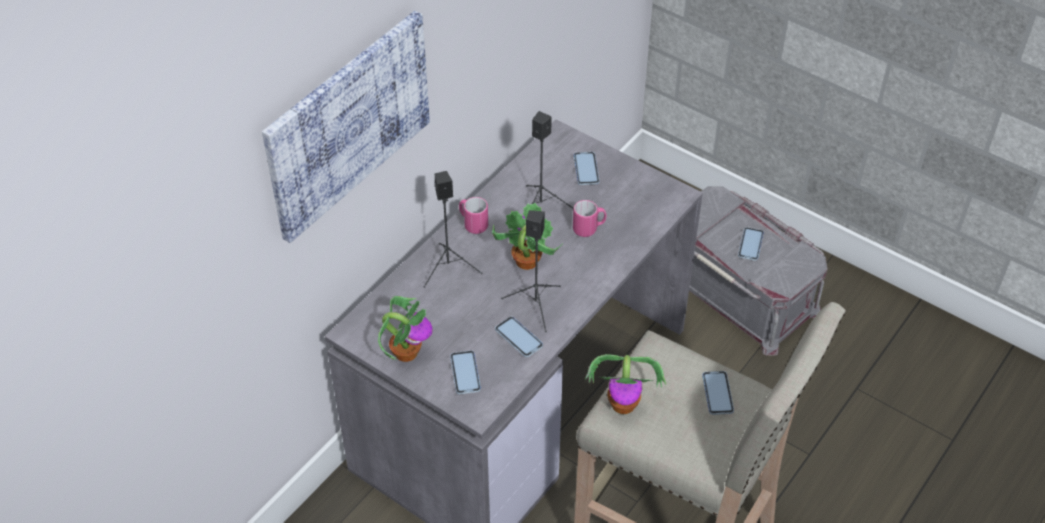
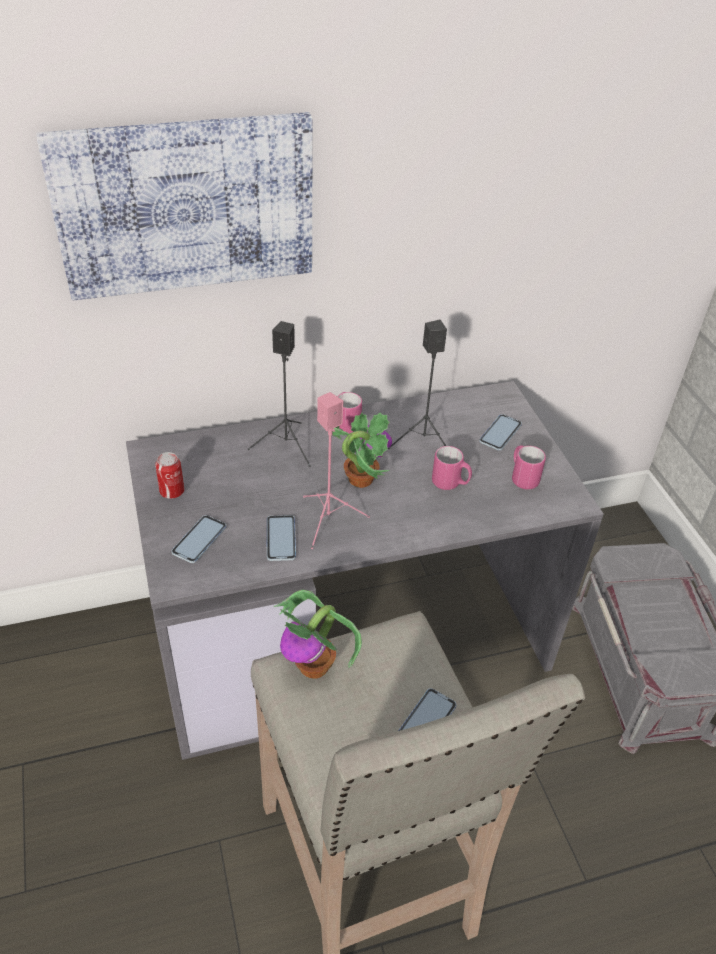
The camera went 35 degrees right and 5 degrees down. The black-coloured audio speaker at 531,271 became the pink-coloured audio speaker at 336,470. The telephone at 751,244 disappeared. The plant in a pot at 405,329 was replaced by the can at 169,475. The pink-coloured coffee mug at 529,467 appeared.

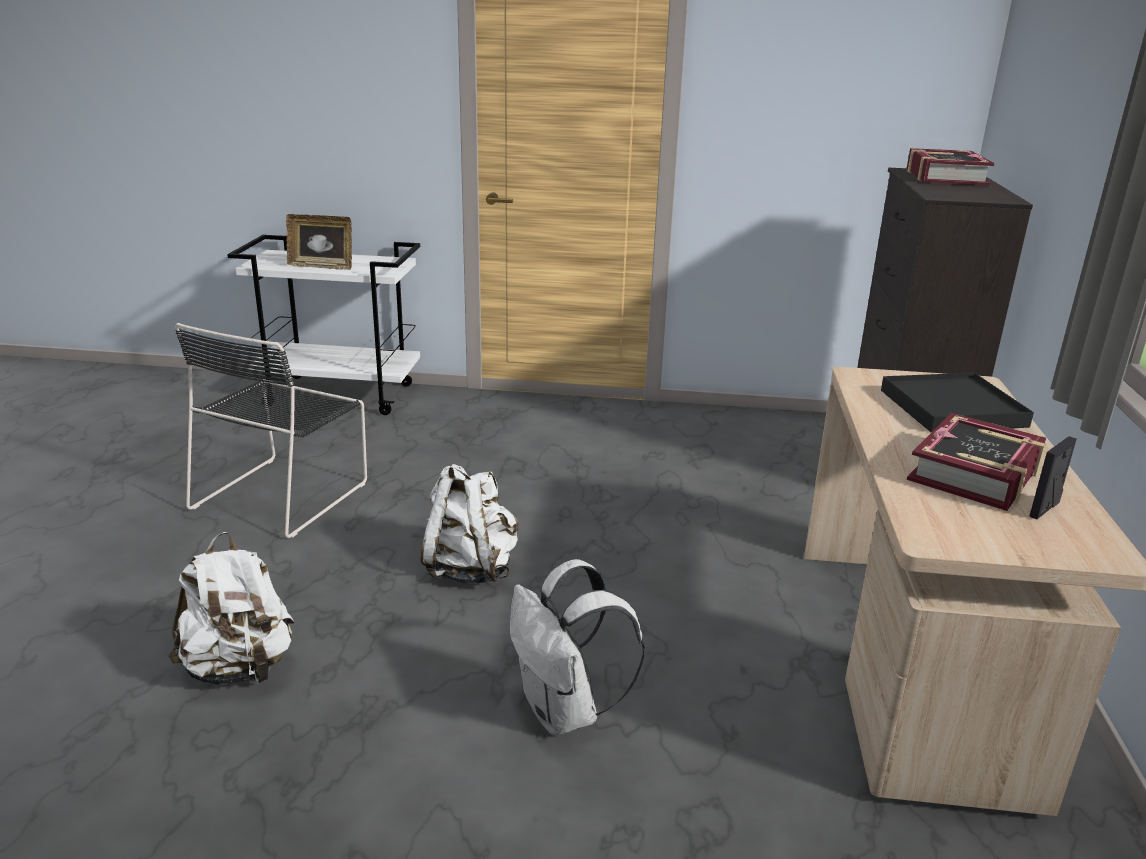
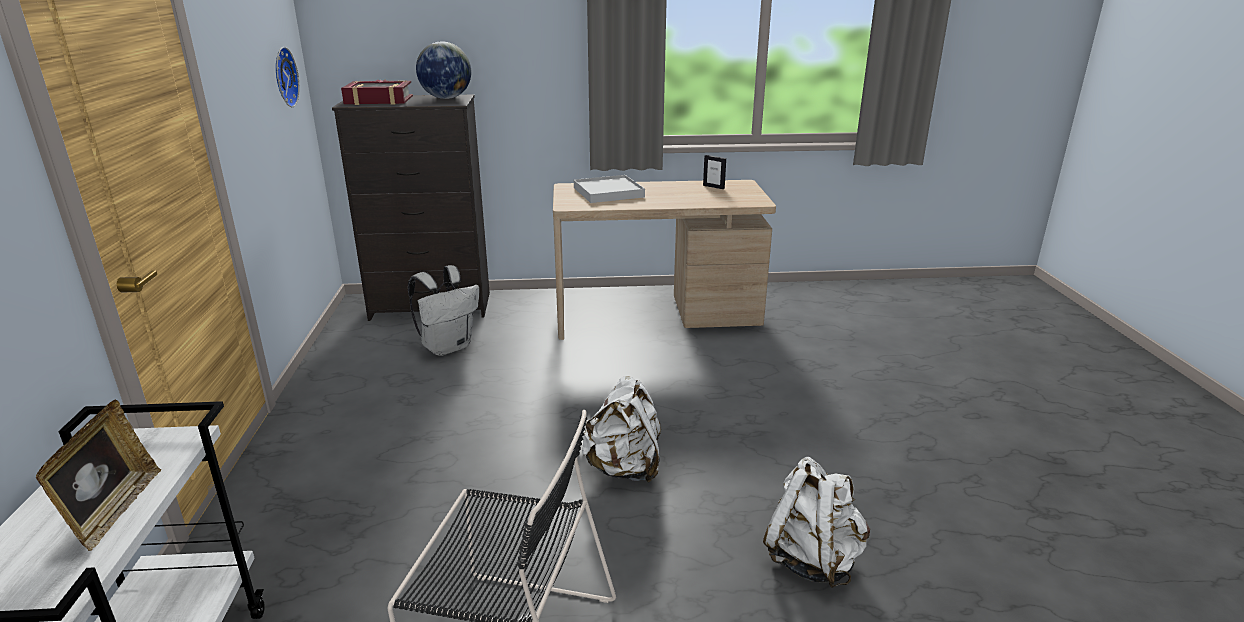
The camera went 100 degrees left and 0 degrees up. The black-coloured serving tray at 957,402 became the white-coloured serving tray at 609,189. The volume at 976,462 disappeared. The white-coloured backpack moved from 577,647 to 443,310. The globe at 443,70 appeared. The wall clock at 288,77 appeared.

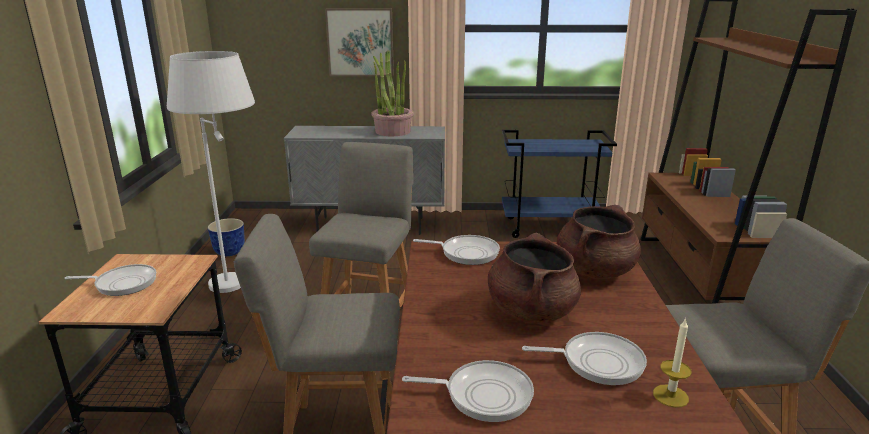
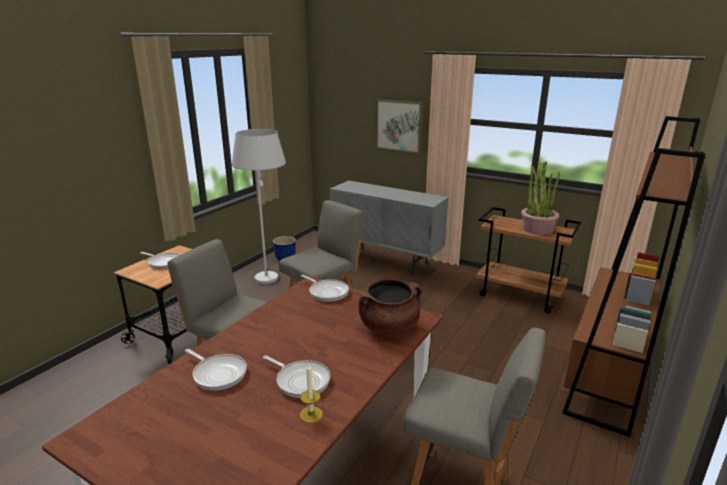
The camera went 30 degrees right and 0 degrees up. The plant in a pot moved from 393,93 to 540,198. The bluish cart at 559,184 became the brownish cart at 529,260. The brownish saucepot at 534,278 disappeared.

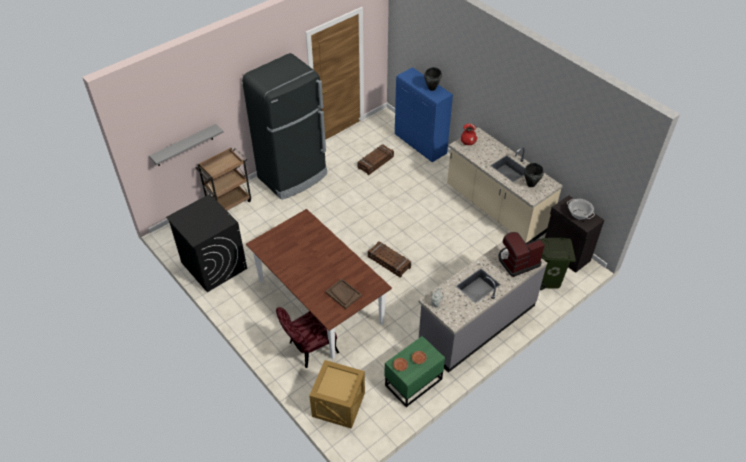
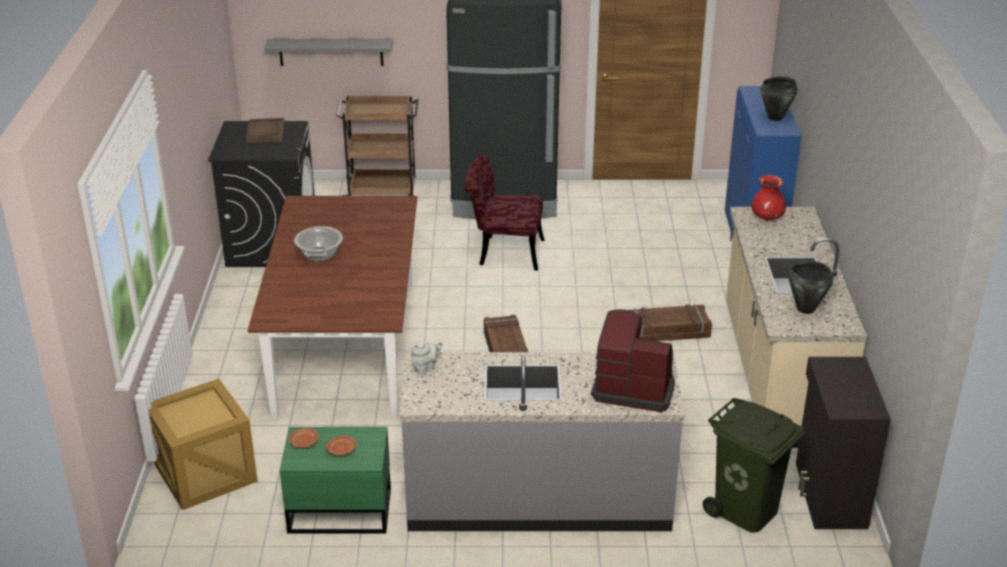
The camera went 40 degrees right and 15 degrees down. The crate moved from 376,159 to 671,322. The saucepot moved from 581,209 to 318,244. The brownish serving tray moved from 343,294 to 265,130. The red chair moved from 307,337 to 504,212.

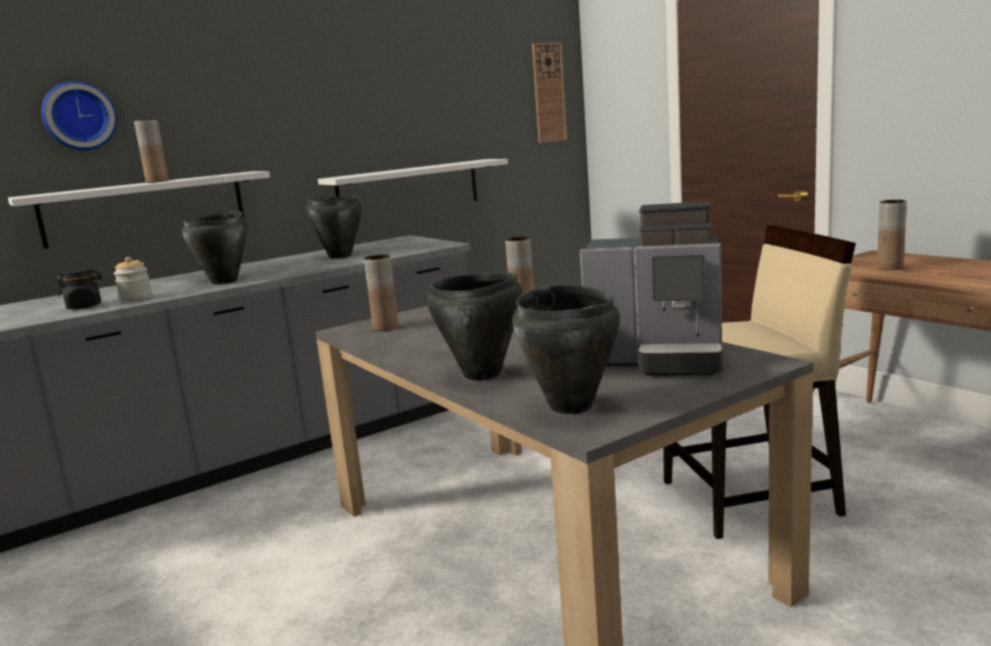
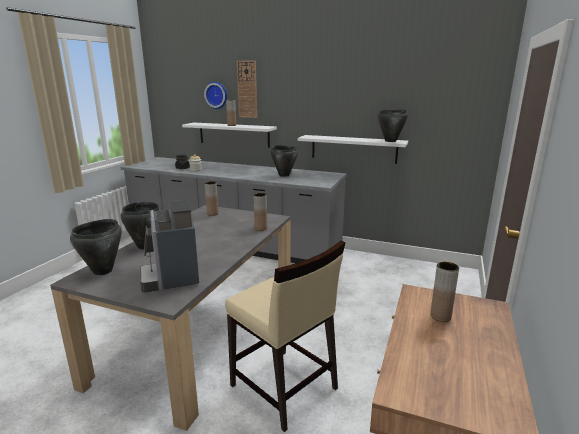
The camera went 55 degrees right and 5 degrees up. The wall clock moved from 549,93 to 247,89. The black-coloured saucepot moved from 214,248 to 393,125.

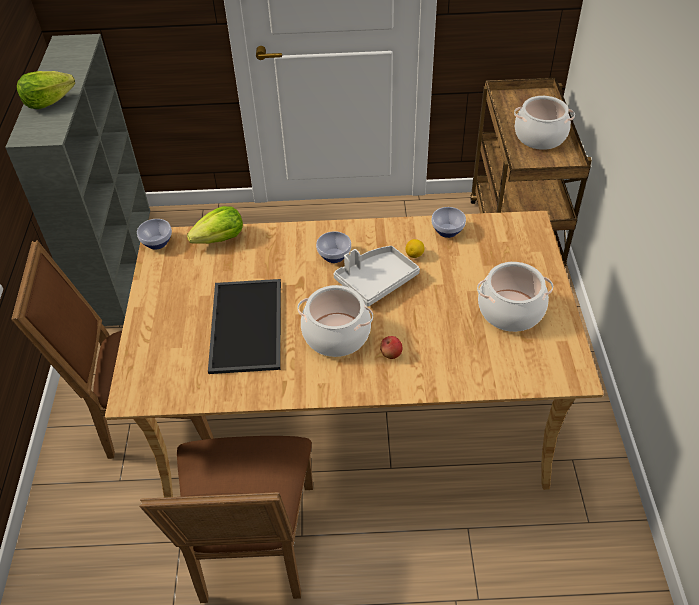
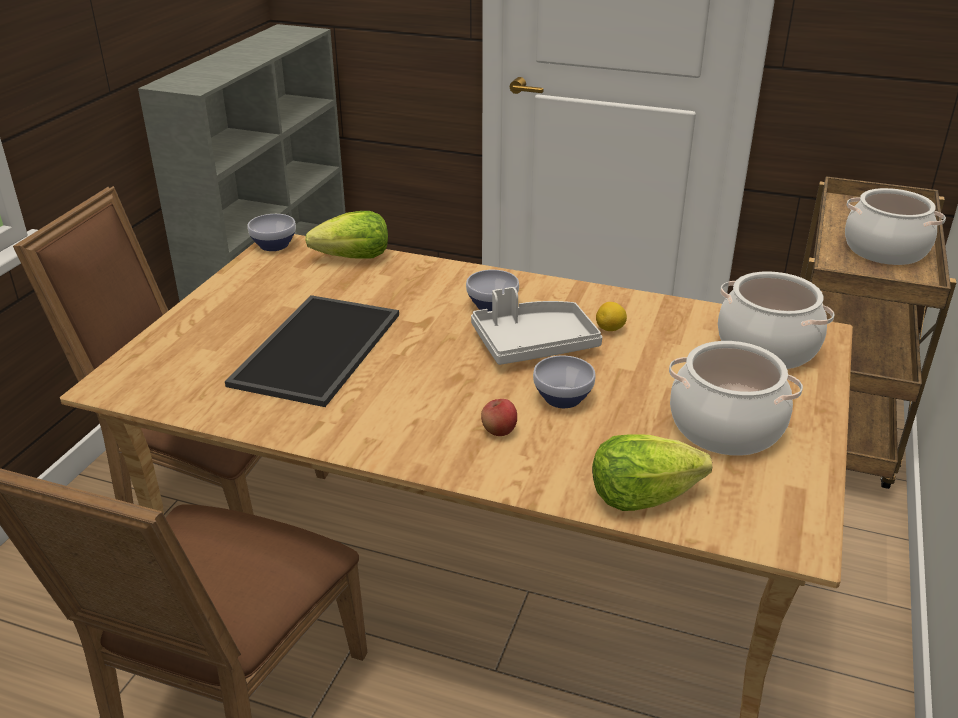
The camera went 20 degrees right and 15 degrees down. The head of lettuce moved from 46,90 to 652,472. The serving bowl moved from 448,222 to 564,381. The saucepot moved from 335,321 to 776,320.

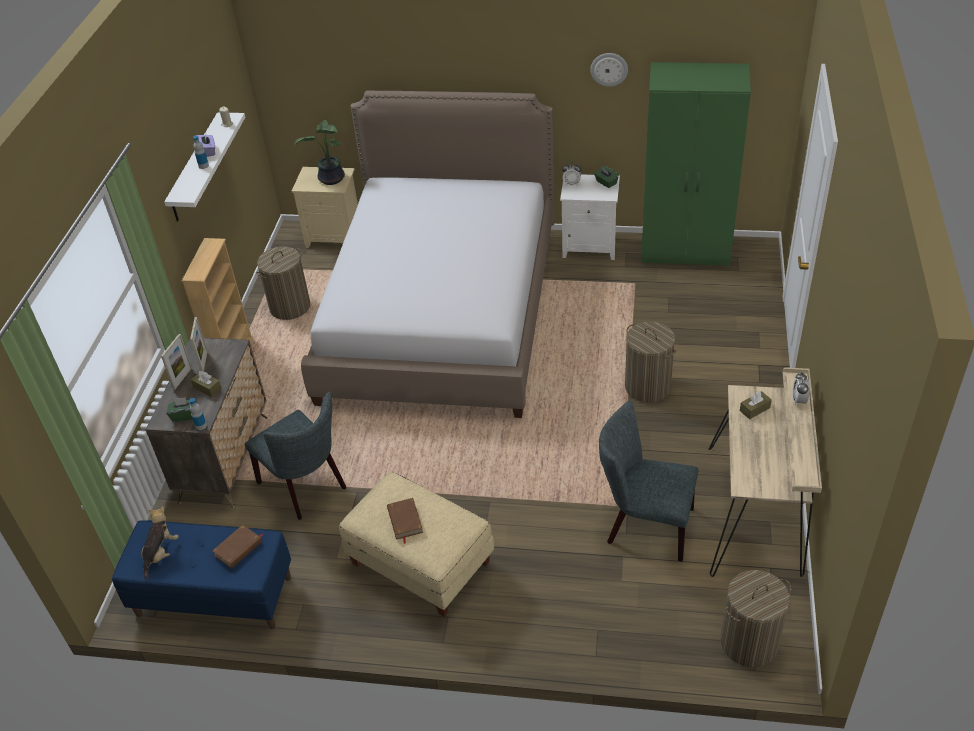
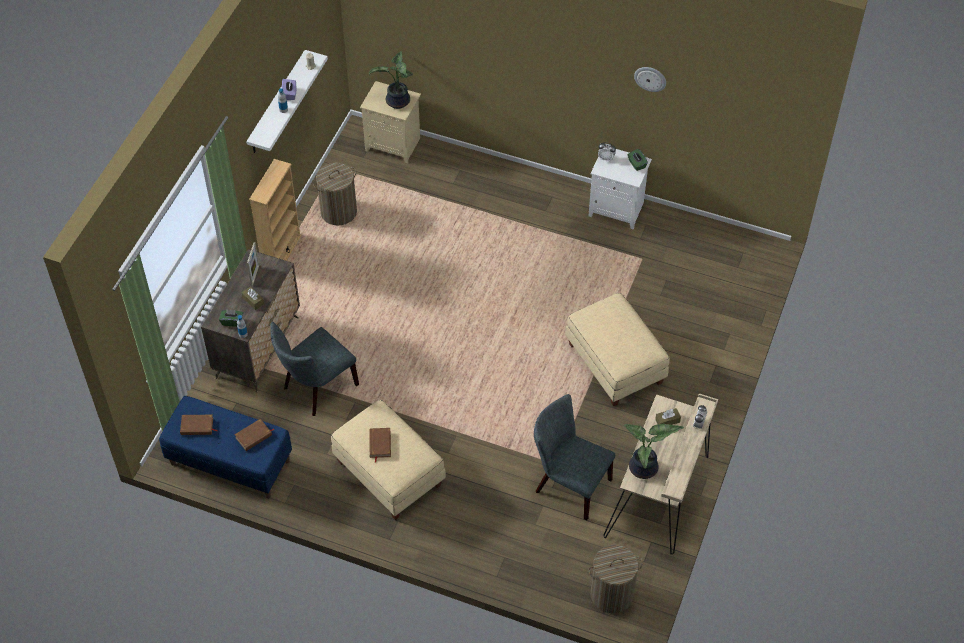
The camera went 10 degrees right and 10 degrees up. The green clothes cupboard at 696,164 disappeared. The sleeping bed at 427,254 disappeared. The laundry basket at 650,362 was replaced by the beige-coloured pouffe at 617,349. The picture frame at 176,362 disappeared. The grey chair at 295,456 turned 75 degrees clockwise. The plush toy at 160,543 was replaced by the brownish volume at 198,425. The plant in a pot at 654,451 appeared.

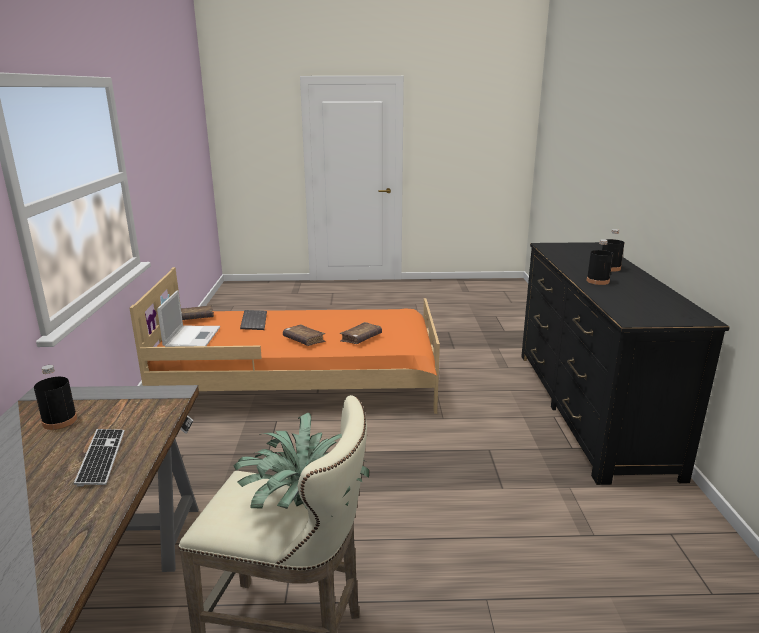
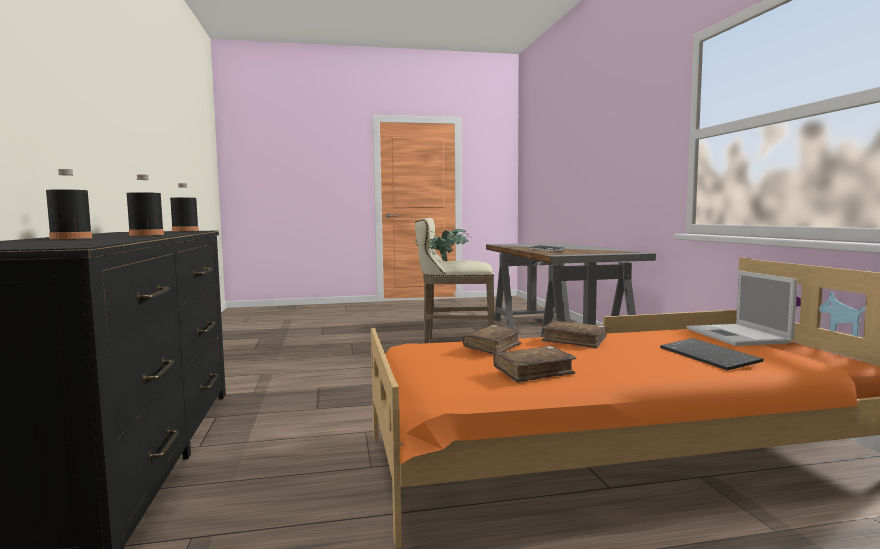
The camera went 170 degrees right and 15 degrees down. The brownish volume moved from 197,312 to 535,364. The black-coloured bottle moved from 55,397 to 184,207.

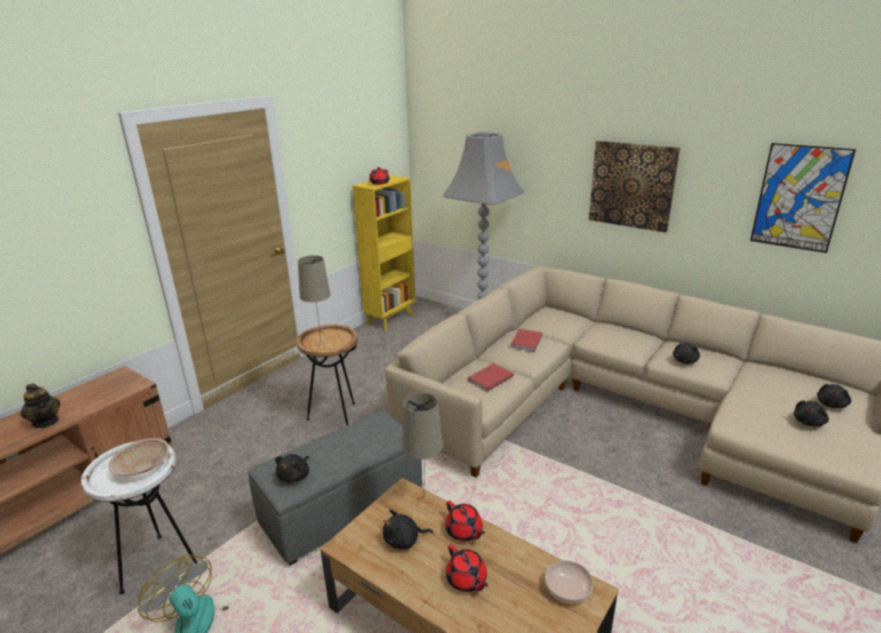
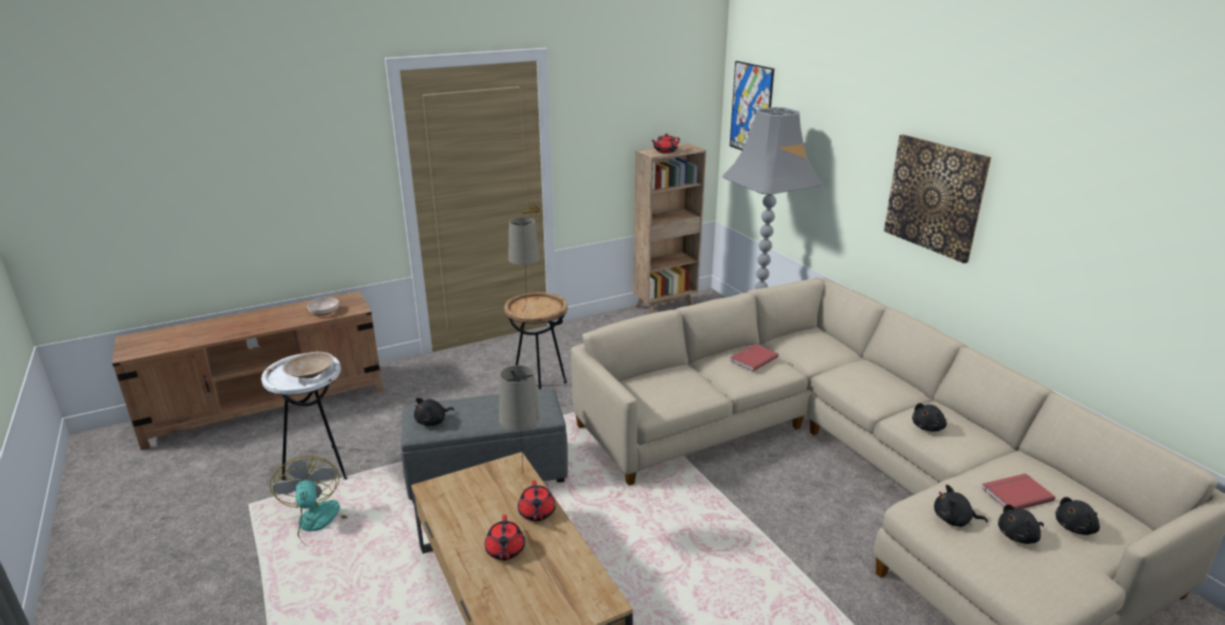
The camera went 25 degrees right and 0 degrees up. The wall art moved from 803,198 to 752,105. The yellow bookshelf at 384,253 became the brownish bookshelf at 669,229. The red volume moved from 490,377 to 1018,491. The tea pot at 40,406 disappeared. The black-coloured plush toy moved from 408,529 to 961,505. The serving bowl moved from 569,582 to 323,306.

